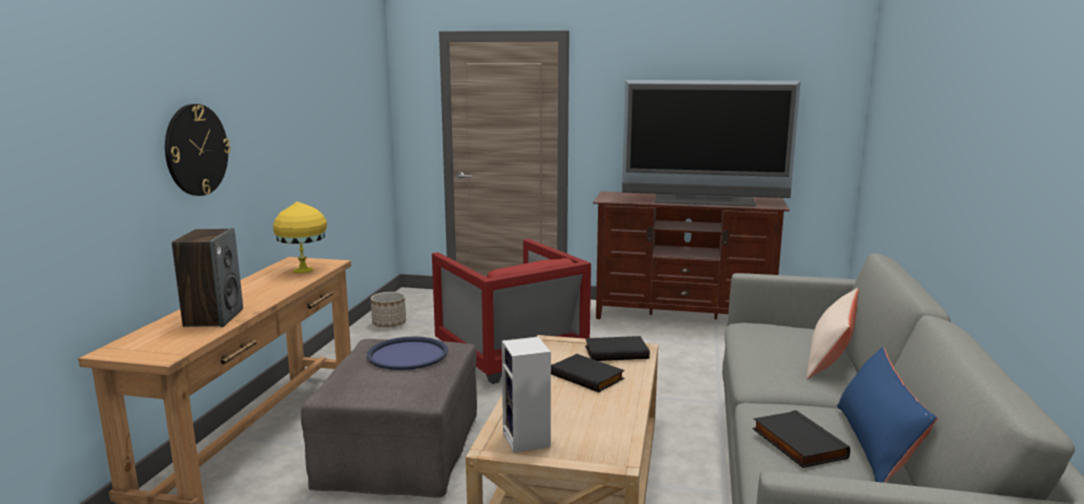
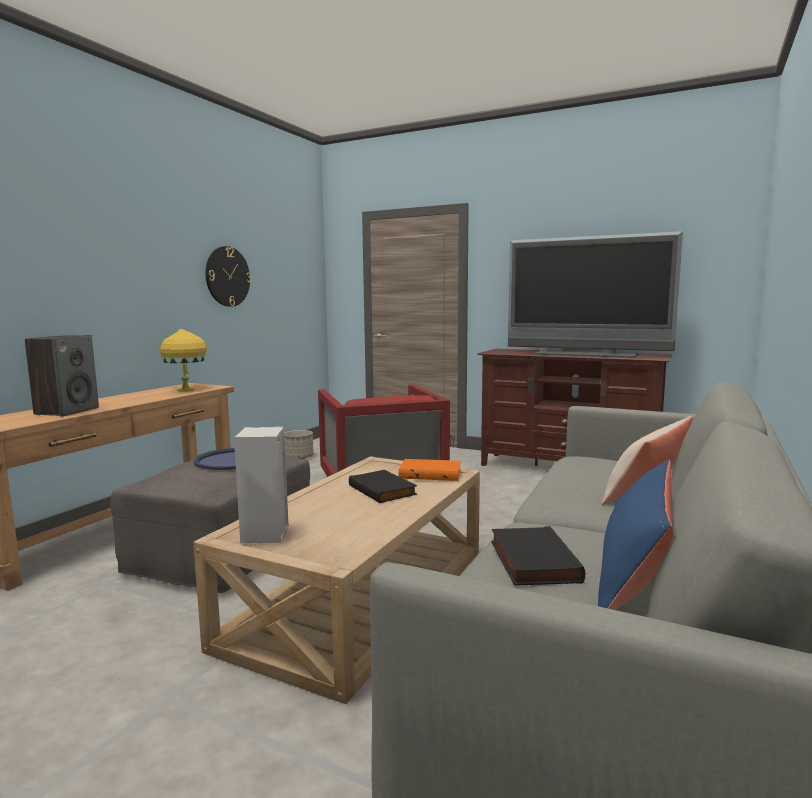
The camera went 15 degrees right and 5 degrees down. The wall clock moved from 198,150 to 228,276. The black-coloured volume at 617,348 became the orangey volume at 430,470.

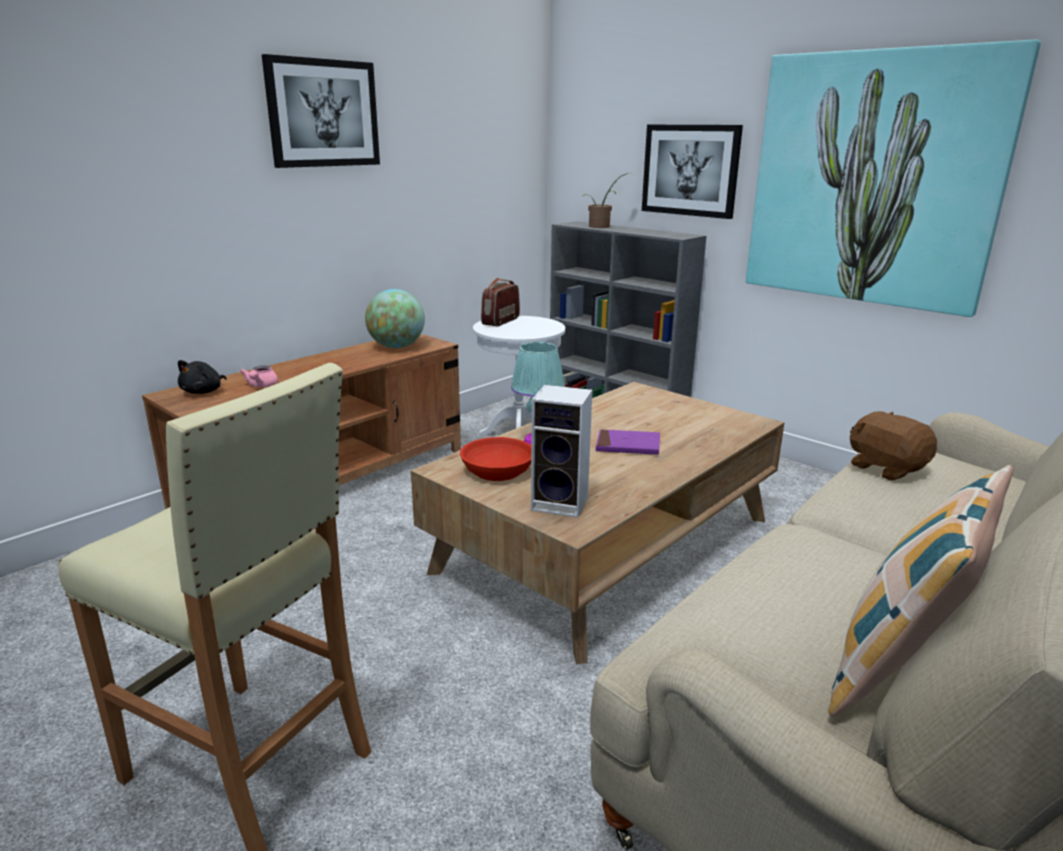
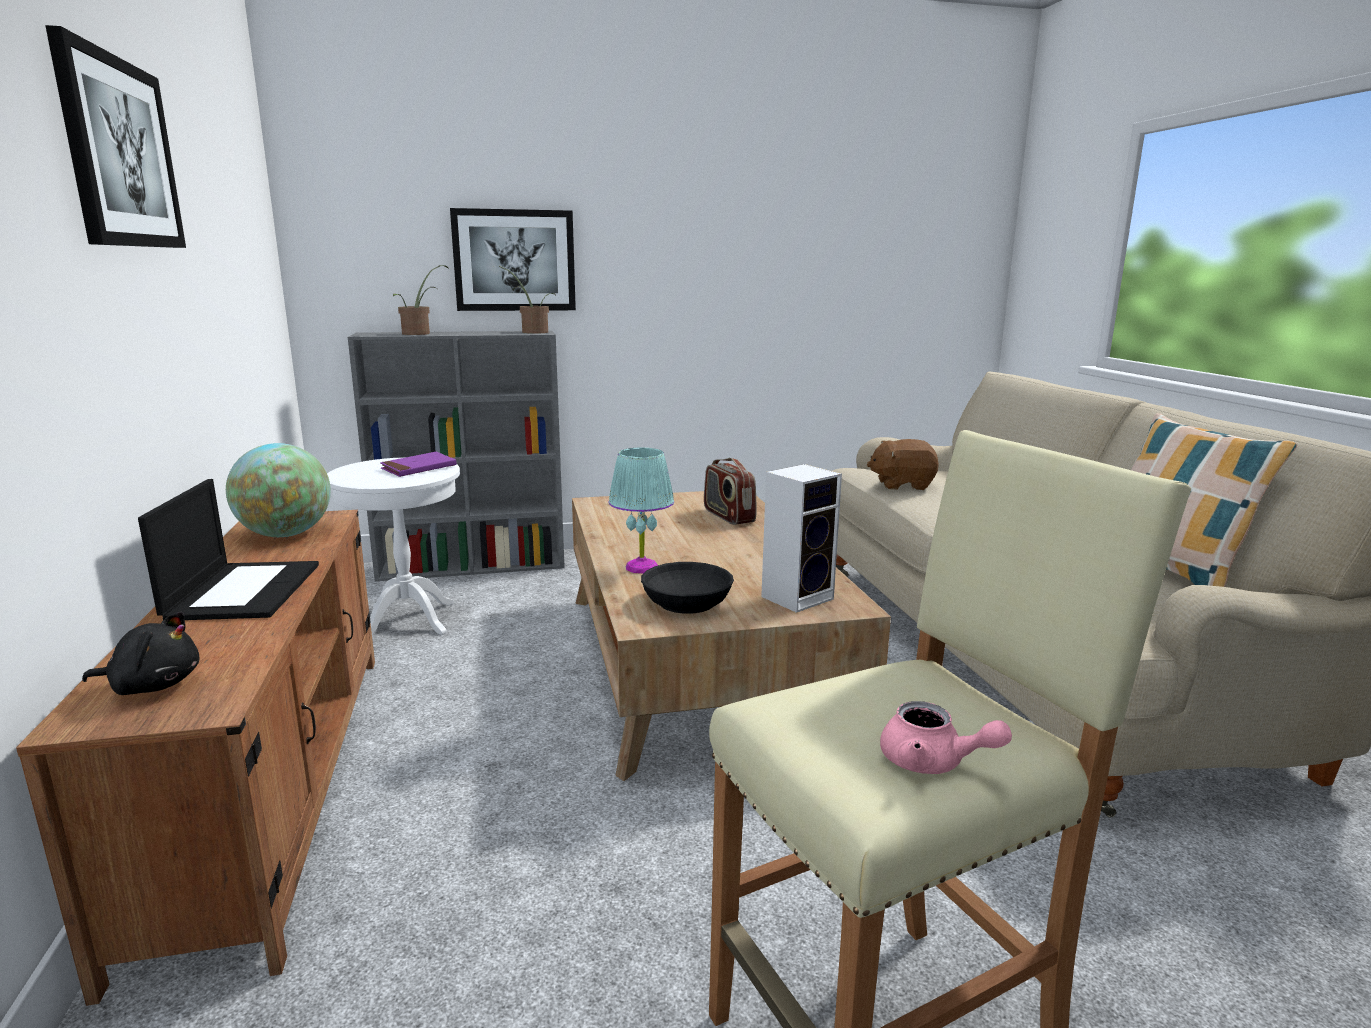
The camera went 55 degrees left and 5 degrees down. The wall art at 893,178 disappeared. The radio receiver moved from 500,302 to 730,491. The black-coloured plush toy at 202,377 turned 60 degrees counterclockwise. The pink-coloured tea pot moved from 259,376 to 946,737. The purplish volume moved from 628,442 to 418,464. The red serving bowl at 495,459 became the black-coloured serving bowl at 687,588. The plant in a pot at 523,300 appeared. The notebook computer at 228,549 appeared.

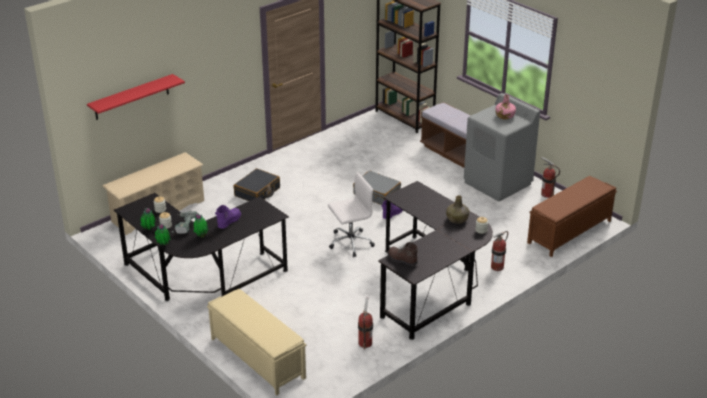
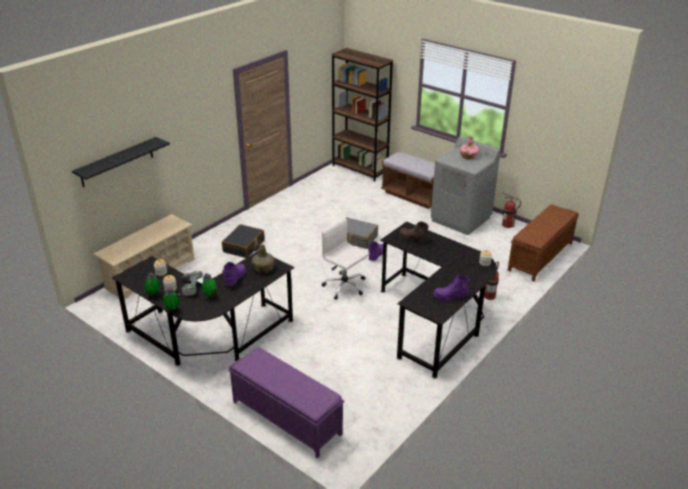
The camera went 10 degrees left and 0 degrees up. The red bracket shelf at 136,97 became the black-coloured bracket shelf at 121,162. The white-coloured desk chair at 351,214 turned 105 degrees counterclockwise. The green bottle moved from 457,209 to 263,259. The brownish high-top boot moved from 403,254 to 414,232. The beige-coloured long seat at 256,342 became the purplish long seat at 286,402. The fire extinguisher at 365,323 disappeared. The purplish high-top boot at 451,288 appeared.

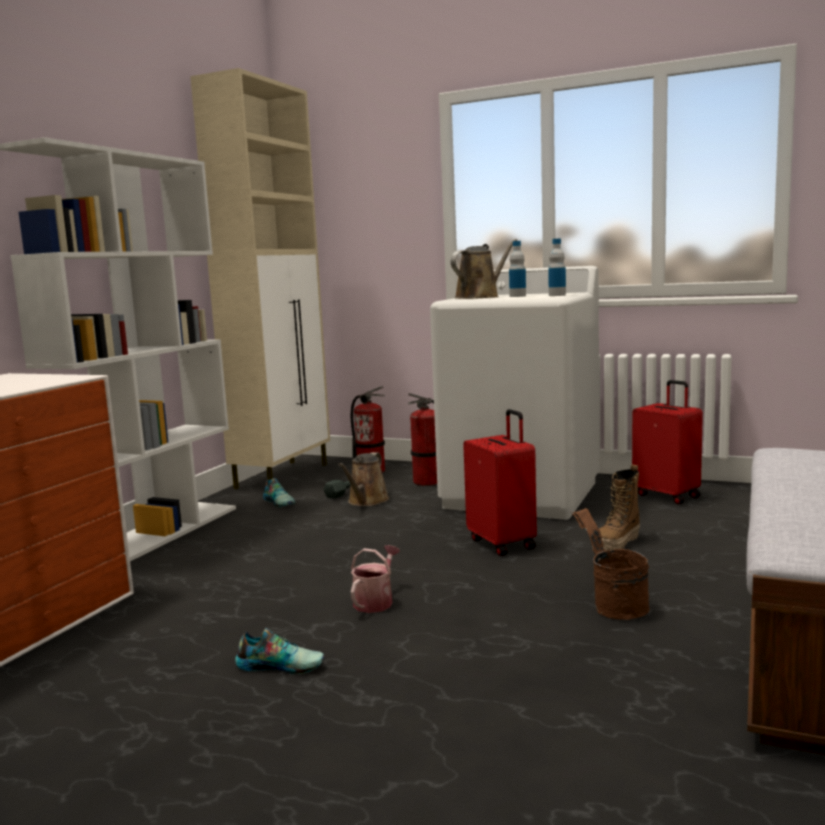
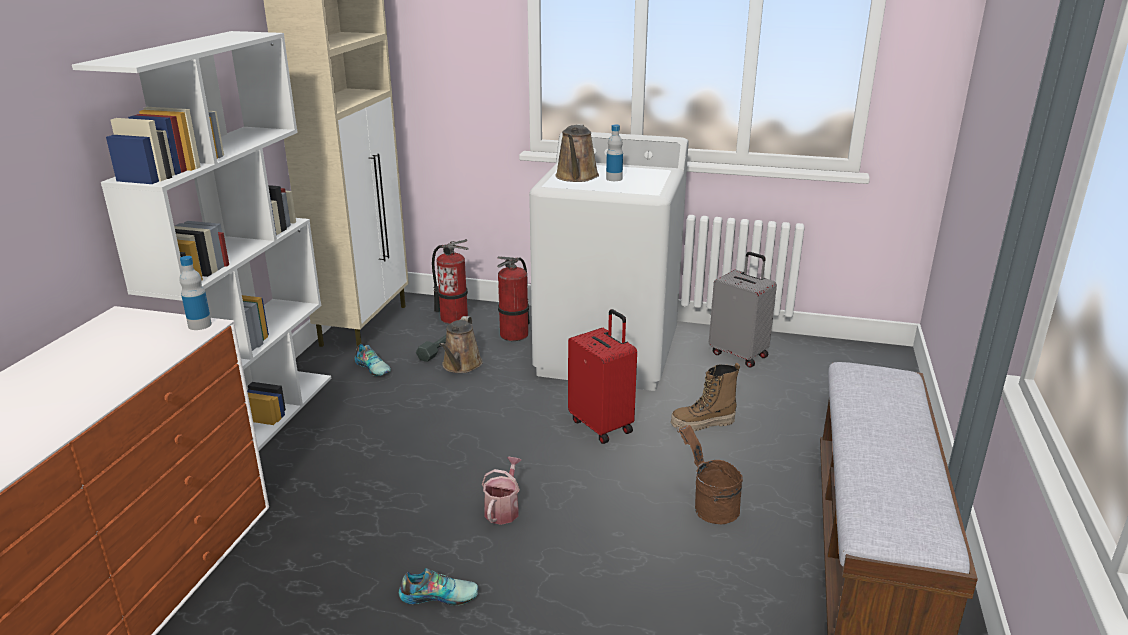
The camera went 10 degrees left and 15 degrees up. The brownish sprinkling can at 483,269 turned 150 degrees clockwise. The bottle moved from 557,267 to 196,293. The red suitcase at 667,442 became the grey suitcase at 743,310. The high-top boot at 616,508 turned 45 degrees clockwise.

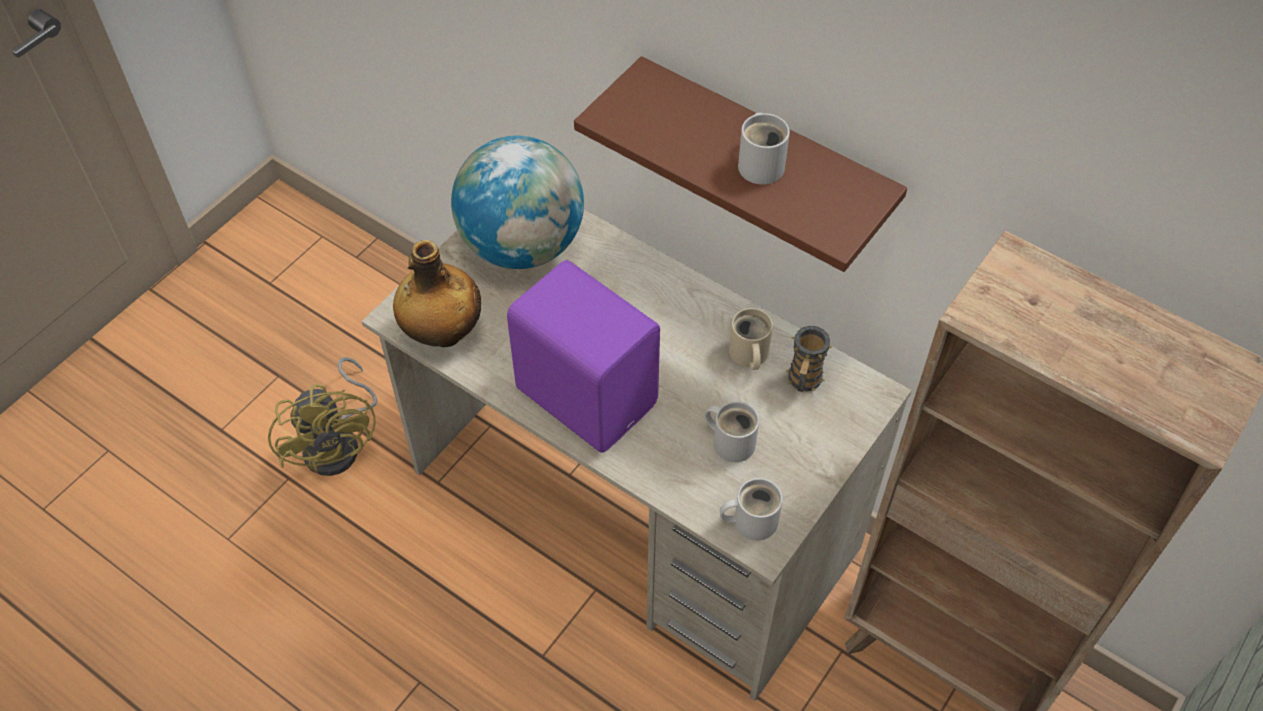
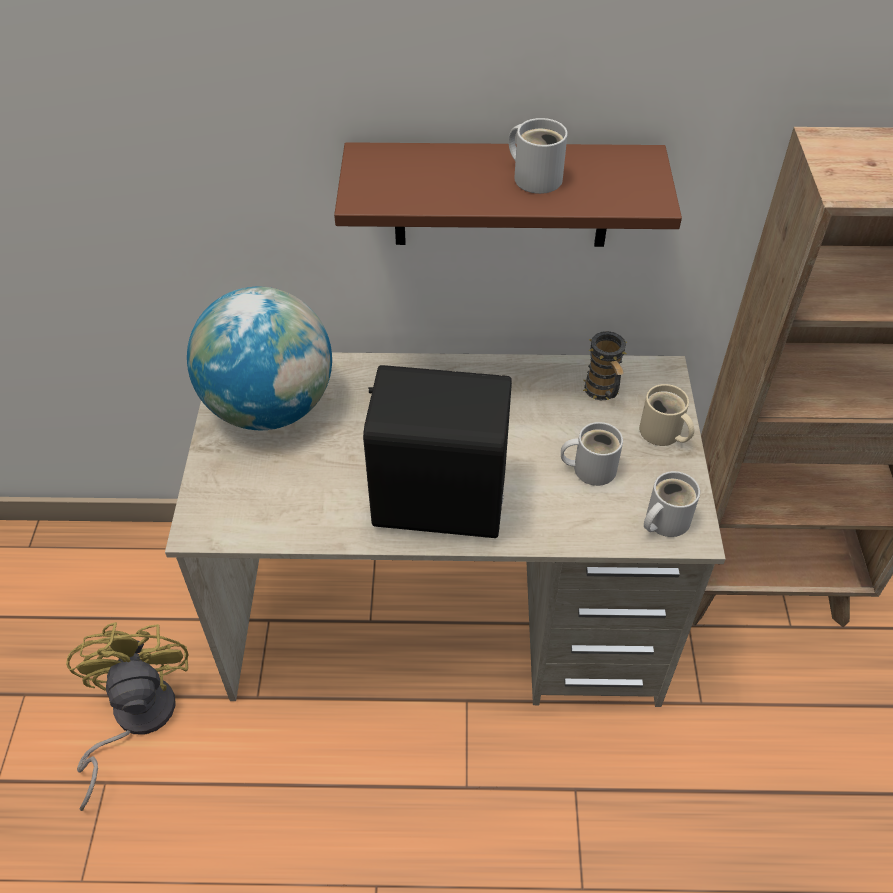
The camera went 35 degrees left and 5 degrees down. The bottle at 437,294 disappeared. The purplish audio speaker at 583,356 became the black-coloured audio speaker at 437,451. The beige-coloured coffee mug moved from 751,339 to 666,415. The yellow electric fan at 323,416 turned 135 degrees counterclockwise.

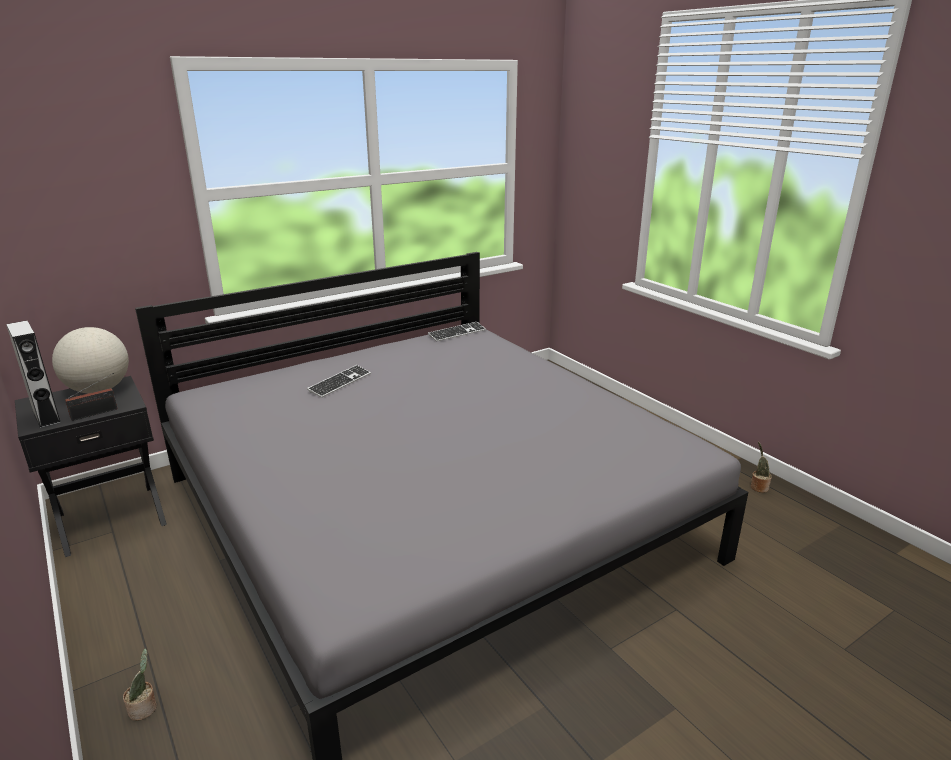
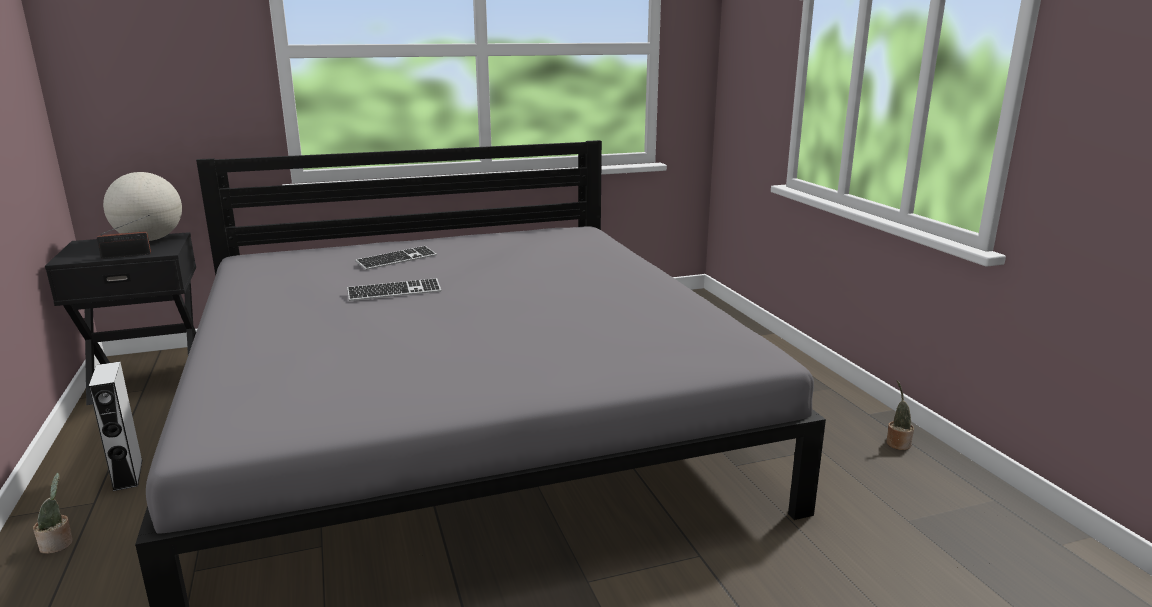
The camera went 15 degrees right and 5 degrees down. The grey audio speaker moved from 33,374 to 116,426. The keyboard moved from 457,332 to 394,289.

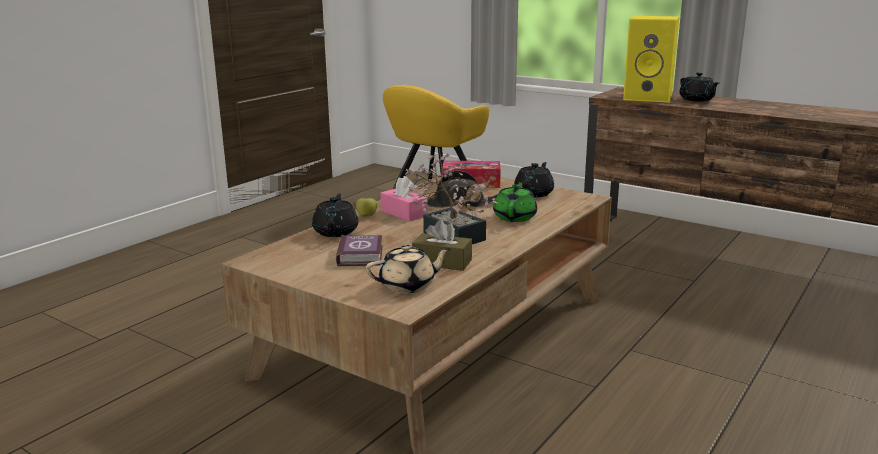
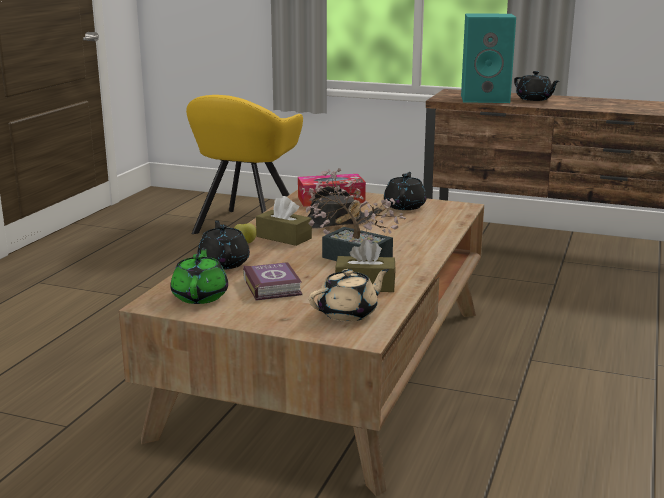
The camera went 15 degrees left and 0 degrees up. The yellow audio speaker at 651,59 became the turquoise audio speaker at 488,58. The pink-coloured tissue holder at 404,199 became the brownish tissue holder at 284,221. The green tea pot moved from 515,201 to 199,275.

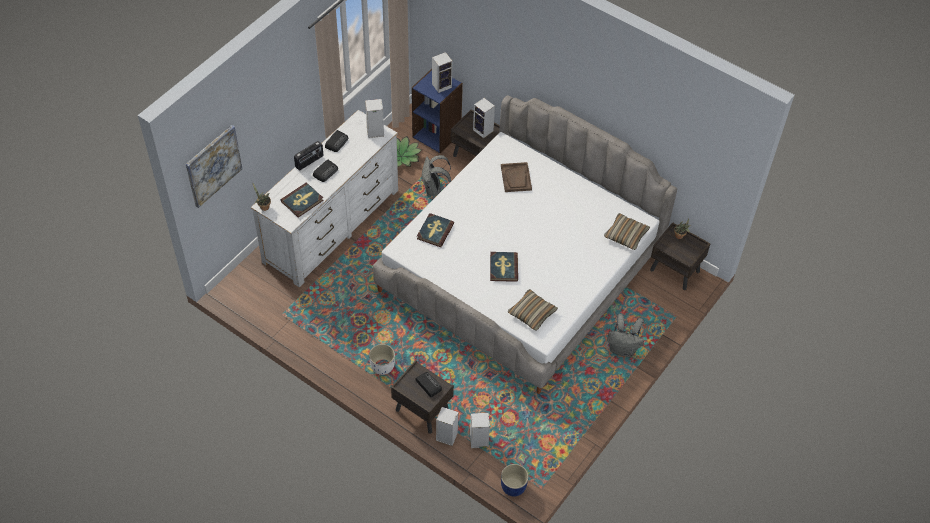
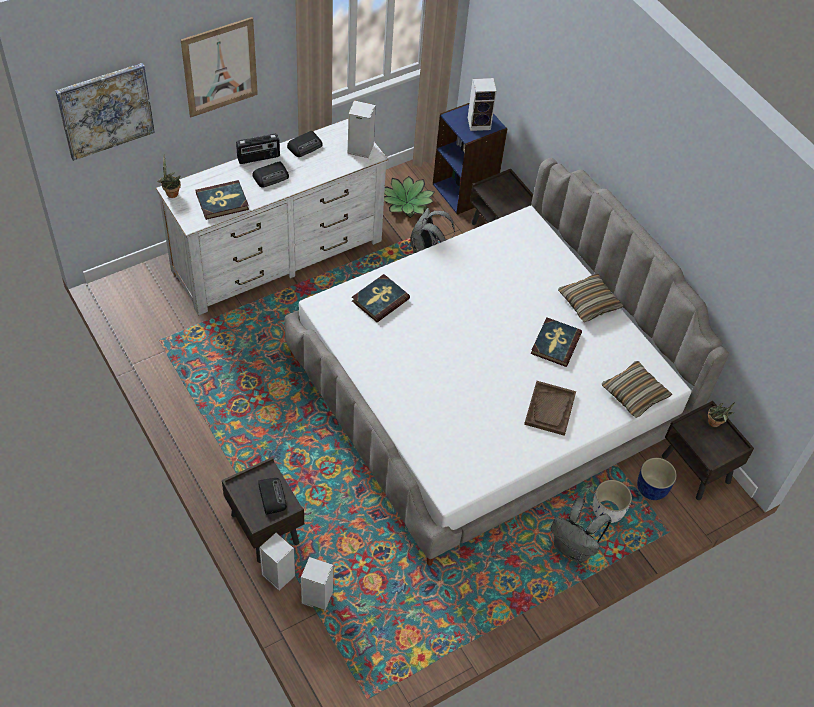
The camera went 20 degrees right and 0 degrees up. The audio speaker at 484,118 disappeared. The brownish serving tray moved from 516,177 to 550,408. The volume moved from 504,267 to 556,342. The cushion moved from 533,310 to 591,298. The white-coloured planter moved from 382,359 to 612,501. The bluish planter moved from 515,480 to 657,479. The wall art at 219,67 appeared.

